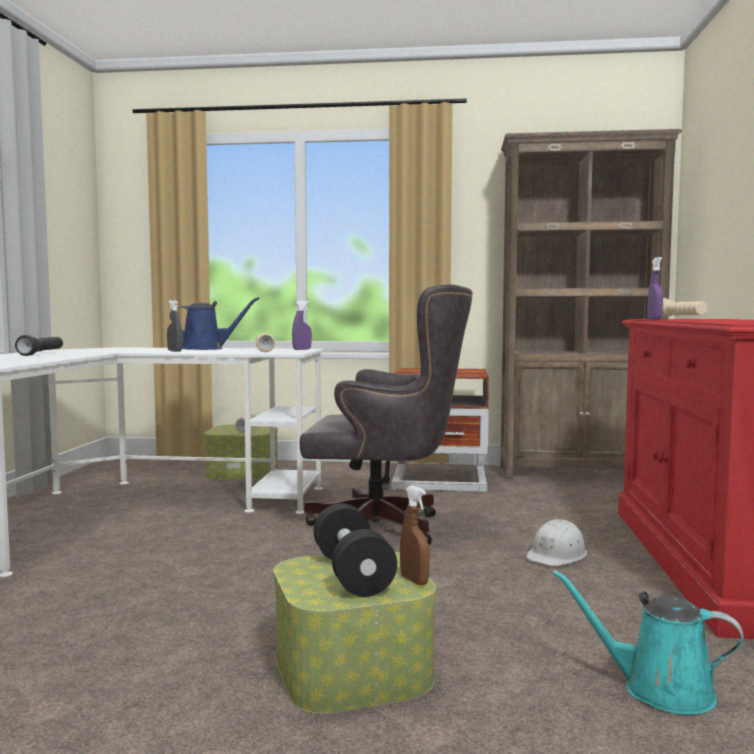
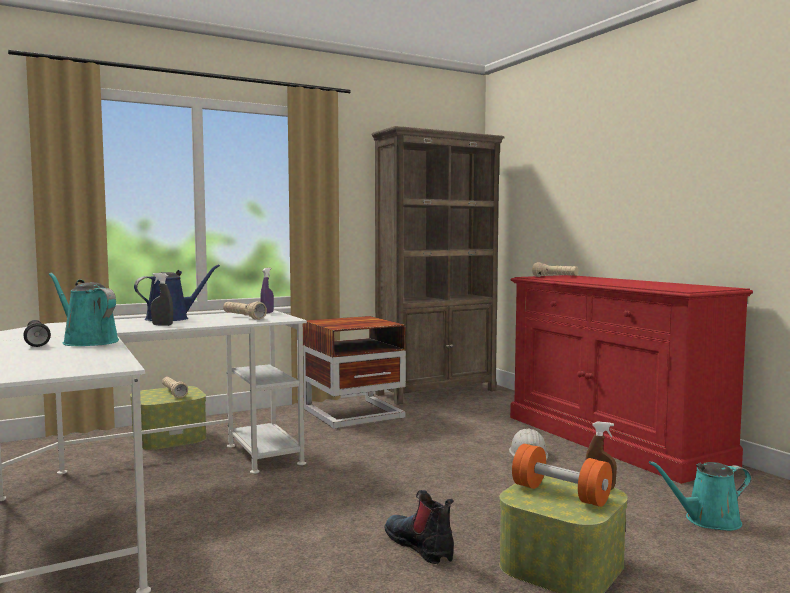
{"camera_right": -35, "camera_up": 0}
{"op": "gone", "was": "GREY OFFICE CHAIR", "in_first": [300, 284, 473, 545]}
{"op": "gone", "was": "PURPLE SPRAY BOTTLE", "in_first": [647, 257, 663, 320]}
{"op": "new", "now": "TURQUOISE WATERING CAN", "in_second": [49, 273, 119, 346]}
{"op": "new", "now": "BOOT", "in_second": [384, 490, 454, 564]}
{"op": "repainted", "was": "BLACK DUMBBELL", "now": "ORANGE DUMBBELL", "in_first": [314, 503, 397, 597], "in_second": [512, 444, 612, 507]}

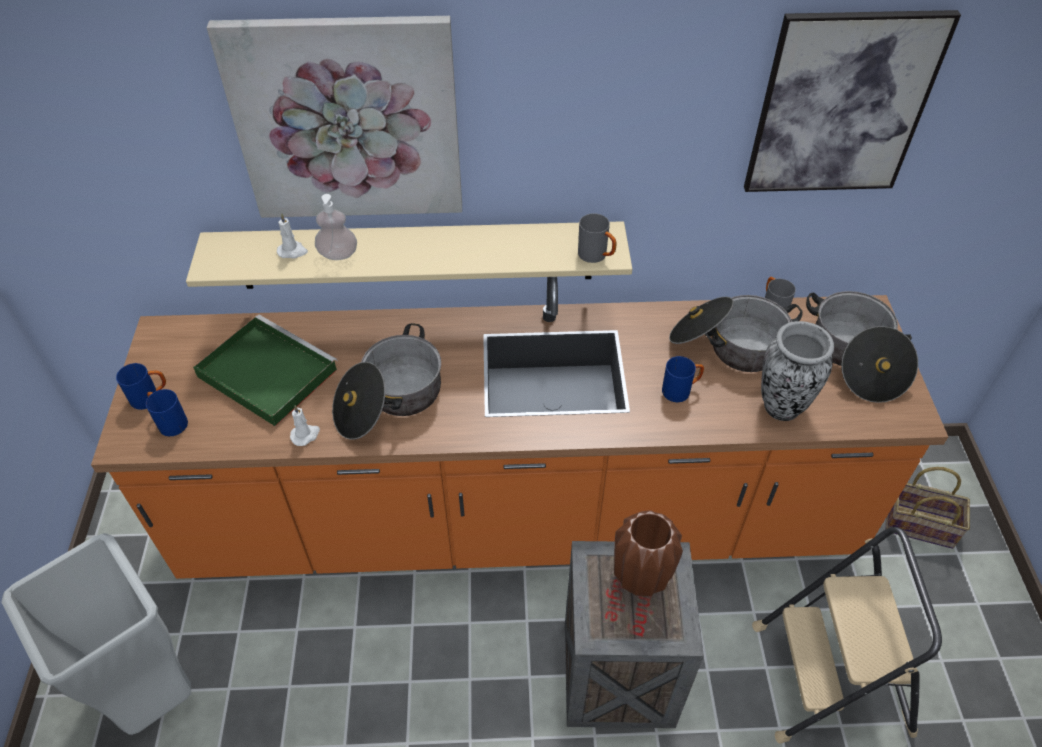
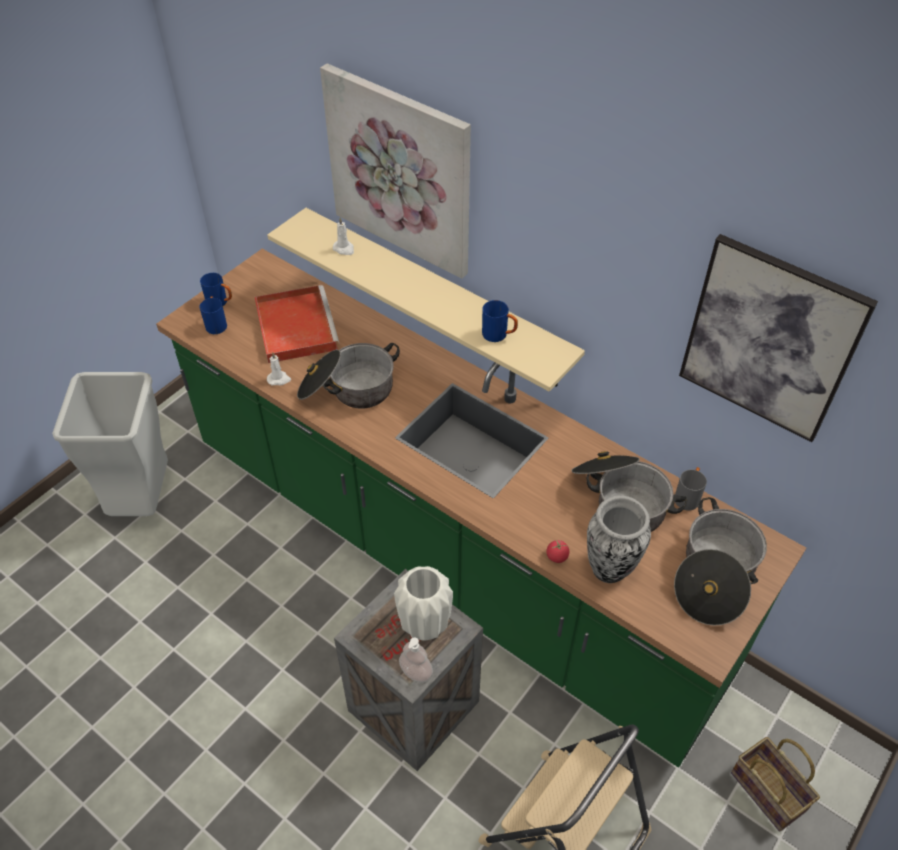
{"camera_right": 40, "camera_up": 0}
{"op": "gone", "was": "GREY MUG", "in_first": [578, 213, 617, 263]}
{"op": "new", "now": "TOMATO", "in_second": [546, 540, 569, 563]}
{"op": "shifted", "was": "SOAP DISPENSER", "in_first": [315, 194, 357, 260], "in_second": [399, 637, 433, 682]}
{"op": "shifted", "was": "BLUE MUG", "in_first": [662, 356, 704, 402], "in_second": [482, 300, 518, 342]}
{"op": "repainted", "was": "ORANGE COUNTER", "now": "GREEN COUNTER", "in_first": [91, 277, 948, 579], "in_second": [156, 249, 806, 768]}
{"op": "repainted", "was": "GREEN TRAY", "now": "RED TRAY", "in_first": [193, 315, 338, 427], "in_second": [255, 285, 339, 363]}
{"op": "repainted", "was": "BROWN VASE", "now": "WHITE VASE", "in_first": [614, 510, 683, 596], "in_second": [394, 566, 453, 641]}

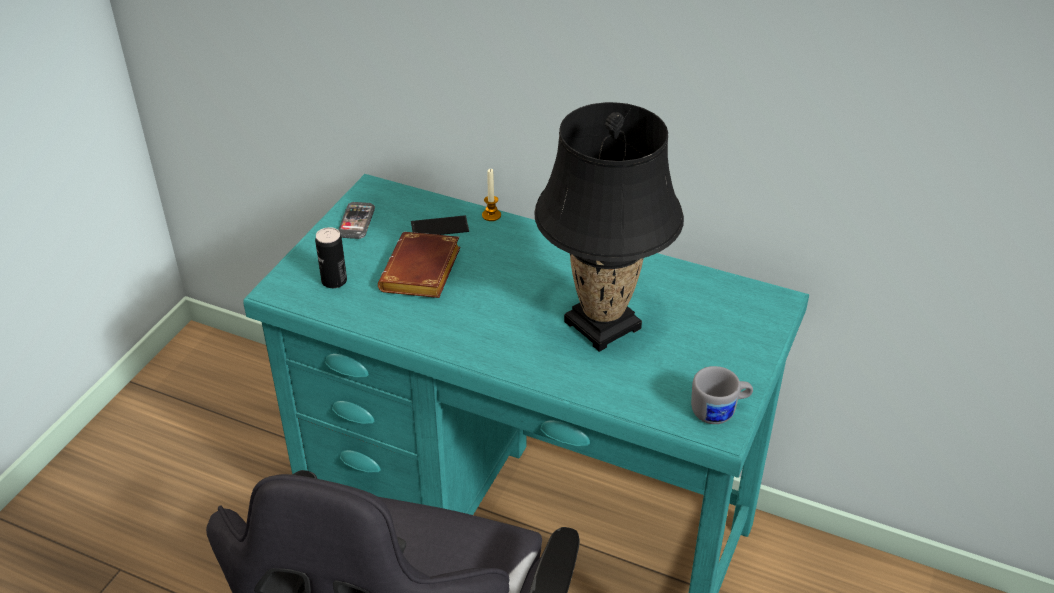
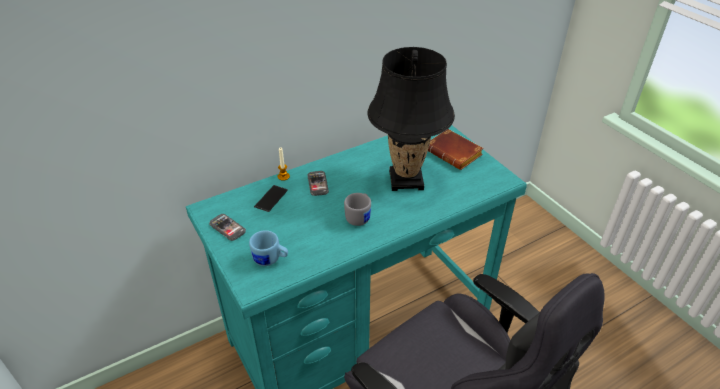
{"camera_right": -55, "camera_up": 0}
{"op": "new", "now": "PHONE", "in_second": [308, 171, 329, 196]}
{"op": "shifted", "was": "BROWN BOOK", "in_first": [378, 232, 461, 298], "in_second": [428, 129, 484, 170]}
{"op": "shifted", "was": "GREY MUG", "in_first": [691, 366, 753, 424], "in_second": [344, 193, 371, 226]}
{"op": "swapped", "was": "CAN", "now": "BLUE MUG", "in_first": [315, 227, 347, 288], "in_second": [249, 230, 288, 266]}

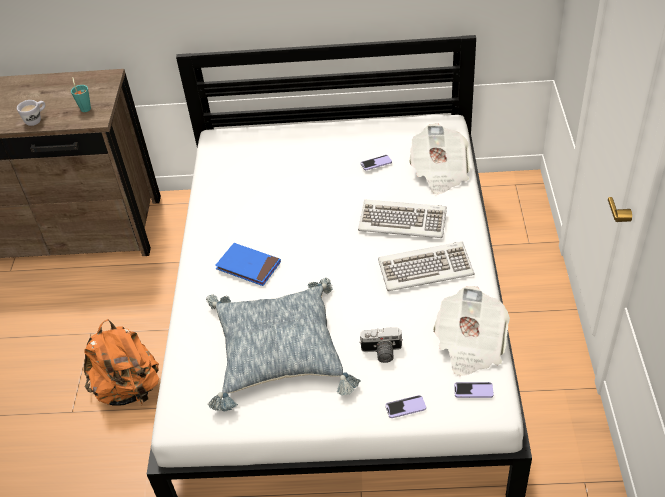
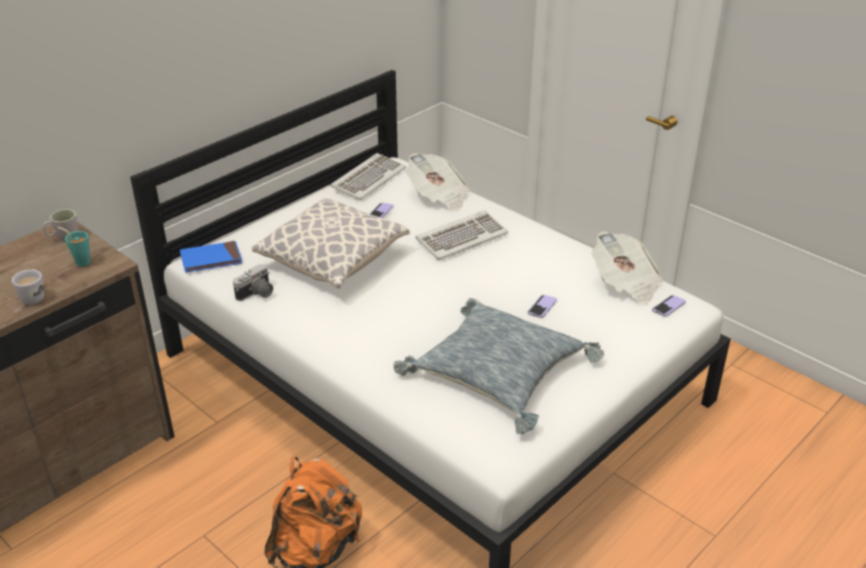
{"camera_right": -50, "camera_up": -10}
{"op": "new", "now": "GREY MUG", "in_second": [42, 209, 78, 242]}
{"op": "new", "now": "PILLOW", "in_second": [252, 198, 410, 289]}
{"op": "shifted", "was": "BLUE BOOK", "in_first": [215, 243, 281, 286], "in_second": [180, 241, 242, 273]}
{"op": "shifted", "was": "PHOTO CAMERA", "in_first": [359, 327, 403, 363], "in_second": [233, 264, 273, 301]}
{"op": "shifted", "was": "KEYBOARD", "in_first": [378, 242, 474, 291], "in_second": [330, 153, 406, 200]}
{"op": "shifted", "was": "PHONE", "in_first": [385, 395, 426, 418], "in_second": [528, 295, 557, 318]}

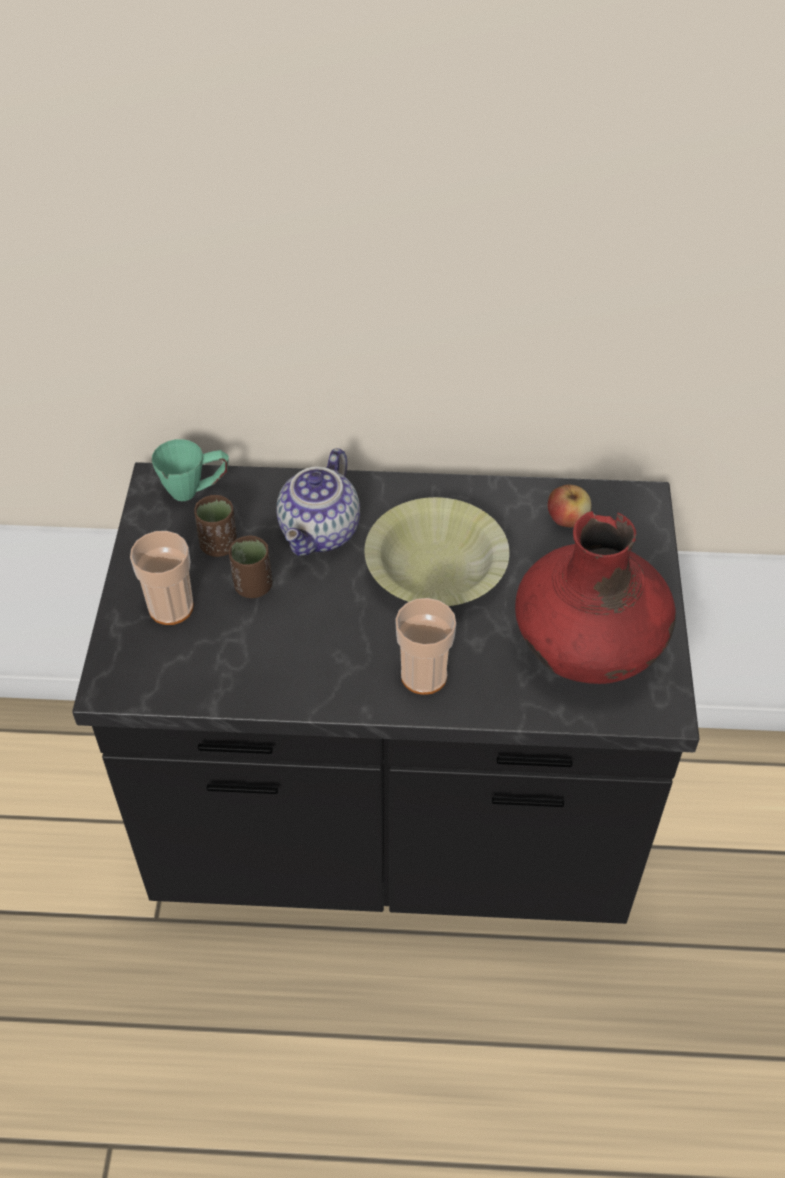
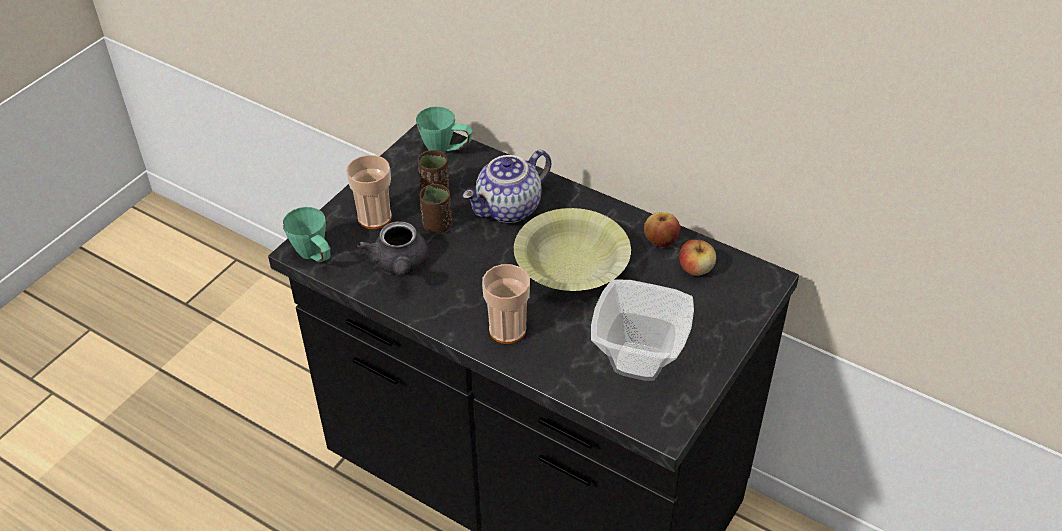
{"camera_right": 30, "camera_up": -5}
{"op": "new", "now": "GREEN MUG", "in_second": [283, 207, 331, 263]}
{"op": "new", "now": "GREY TEAPOT", "in_second": [357, 221, 428, 277]}
{"op": "new", "now": "APPLE", "in_second": [644, 212, 680, 247]}
{"op": "swapped", "was": "RED VASE", "now": "BOWL", "in_first": [515, 511, 676, 684], "in_second": [591, 279, 694, 381]}

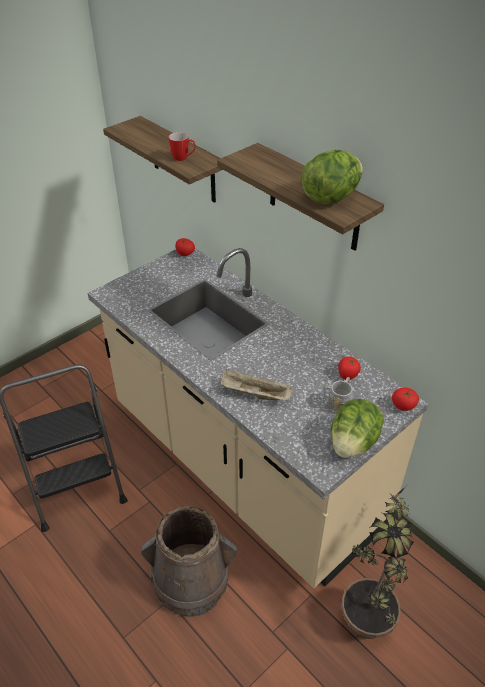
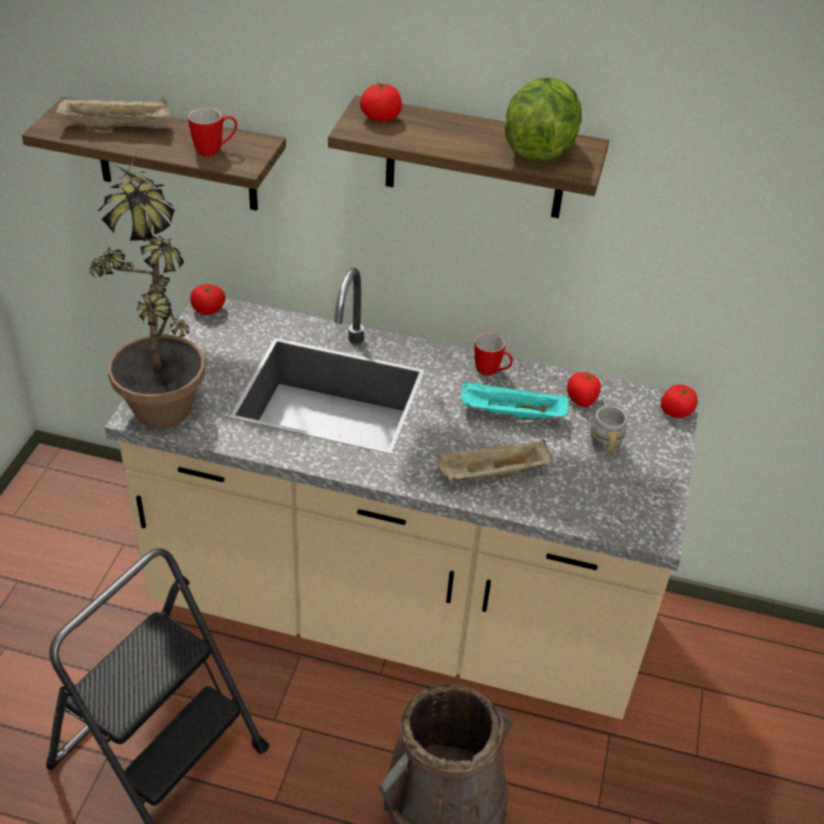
{"camera_right": -35, "camera_up": 0}
{"op": "gone", "was": "LETTUCE", "in_first": [331, 399, 384, 458]}
{"op": "new", "now": "BEIGE TRAY", "in_second": [54, 97, 169, 131]}
{"op": "new", "now": "TOMATO", "in_second": [360, 82, 402, 122]}
{"op": "new", "now": "TURQUOISE TRAY", "in_second": [461, 382, 569, 420]}
{"op": "new", "now": "MUG", "in_second": [474, 332, 513, 376]}
{"op": "shifted", "was": "POTTED PLANT", "in_first": [342, 485, 414, 639], "in_second": [89, 148, 205, 429]}

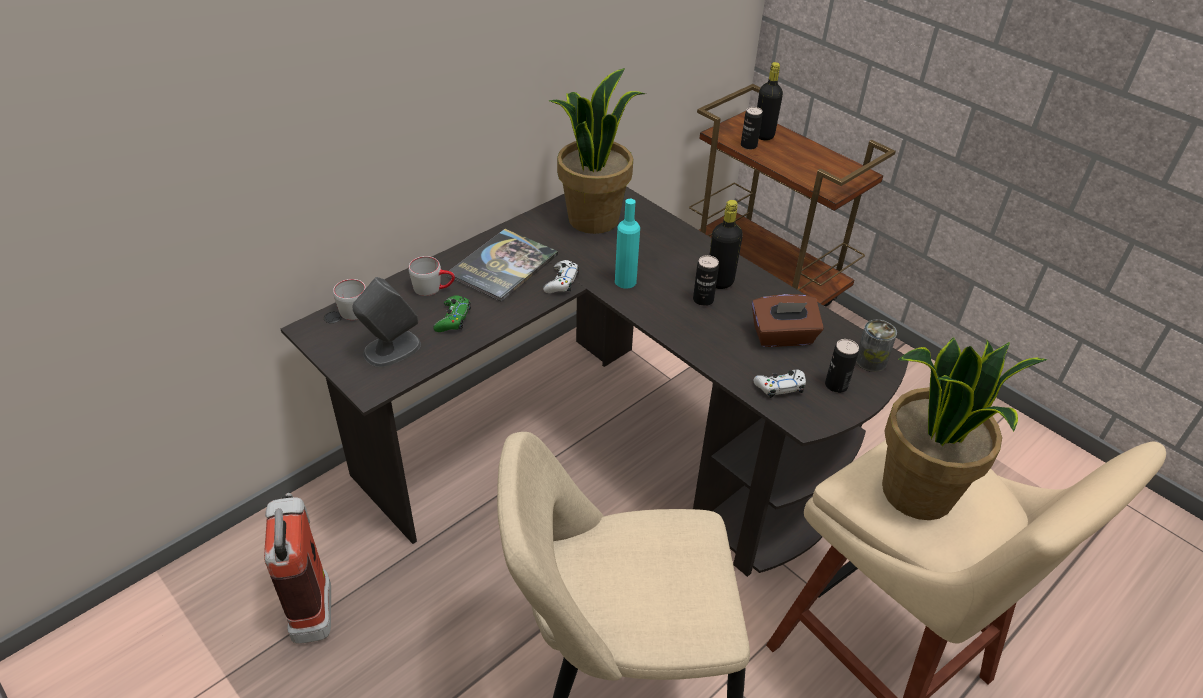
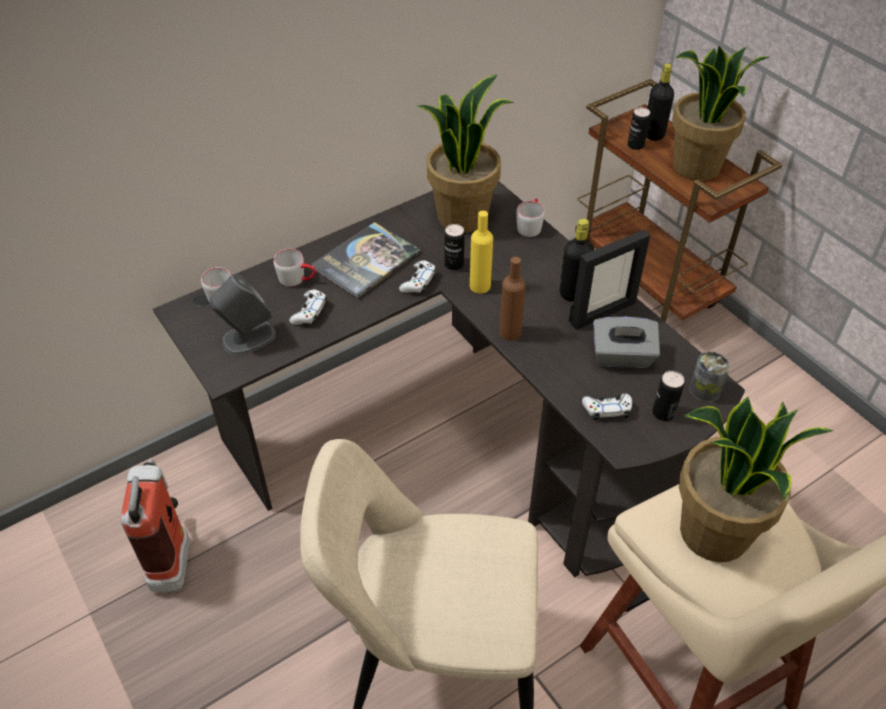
{"camera_right": 10, "camera_up": 5}
{"op": "new", "now": "BROWN BOTTLE", "in_second": [499, 257, 526, 341]}
{"op": "new", "now": "GREY MUG", "in_second": [516, 198, 545, 237]}
{"op": "new", "now": "PICTURE FRAME", "in_second": [569, 230, 650, 330]}
{"op": "new", "now": "POTTED PLANT", "in_second": [672, 46, 769, 181]}
{"op": "shifted", "was": "CAN", "in_first": [693, 255, 719, 306], "in_second": [444, 224, 465, 270]}
{"op": "repainted", "was": "GREEN GAME CONTROLLER", "now": "WHITE GAME CONTROLLER", "in_first": [433, 295, 471, 332], "in_second": [290, 290, 328, 325]}
{"op": "repainted", "was": "TURQUOISE BOTTLE", "now": "YELLOW BOTTLE", "in_first": [615, 199, 640, 289], "in_second": [470, 211, 493, 294]}
{"op": "repainted", "was": "BROWN TISSUE BOX", "now": "GREY TISSUE BOX", "in_first": [752, 294, 824, 347], "in_second": [593, 317, 660, 368]}

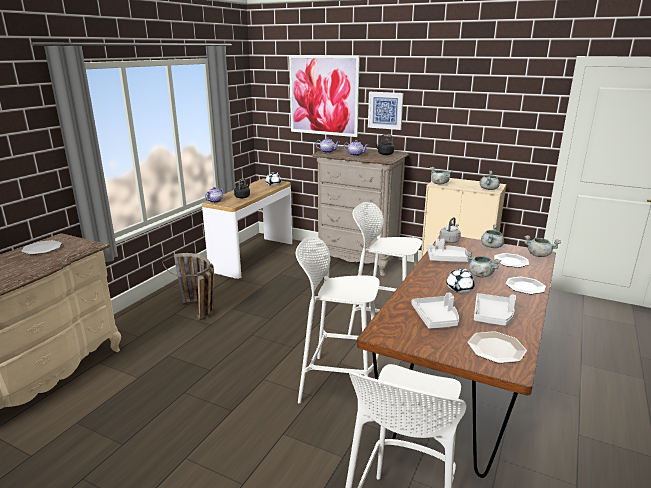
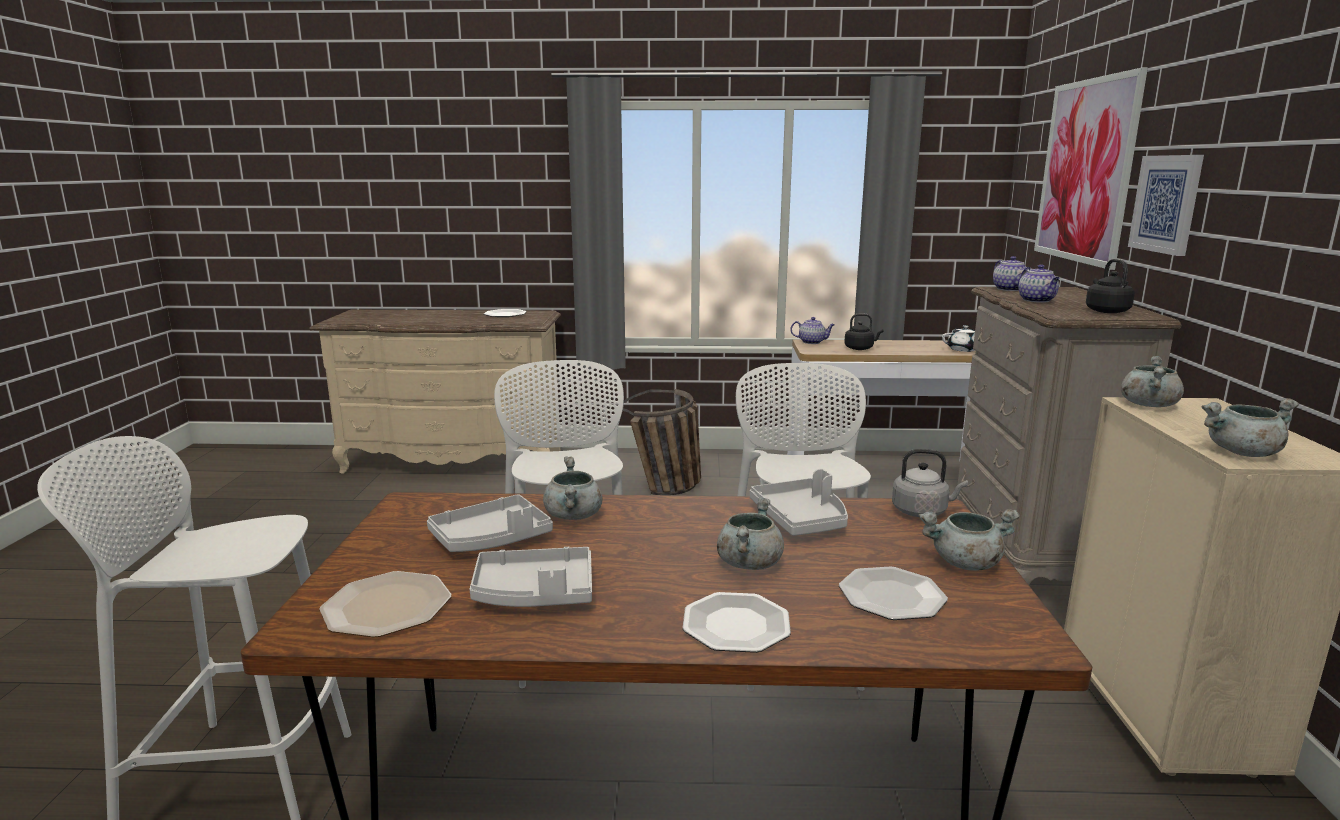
{"camera_right": 65, "camera_up": -5}
{"op": "gone", "was": "WHITE TEAPOT", "in_first": [446, 269, 475, 293]}
{"op": "shifted", "was": "GREY COOKING POT", "in_first": [524, 235, 561, 257], "in_second": [543, 457, 603, 520]}

